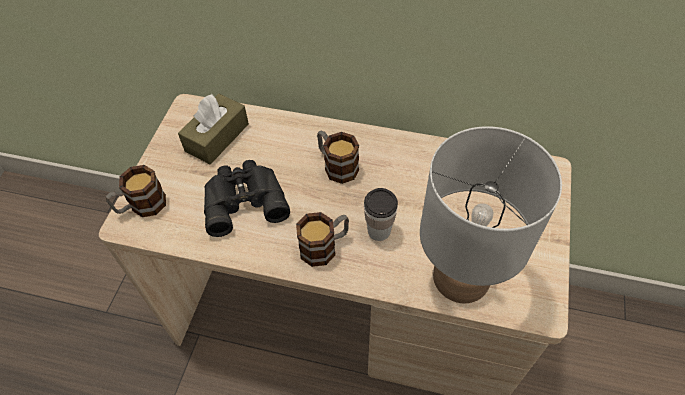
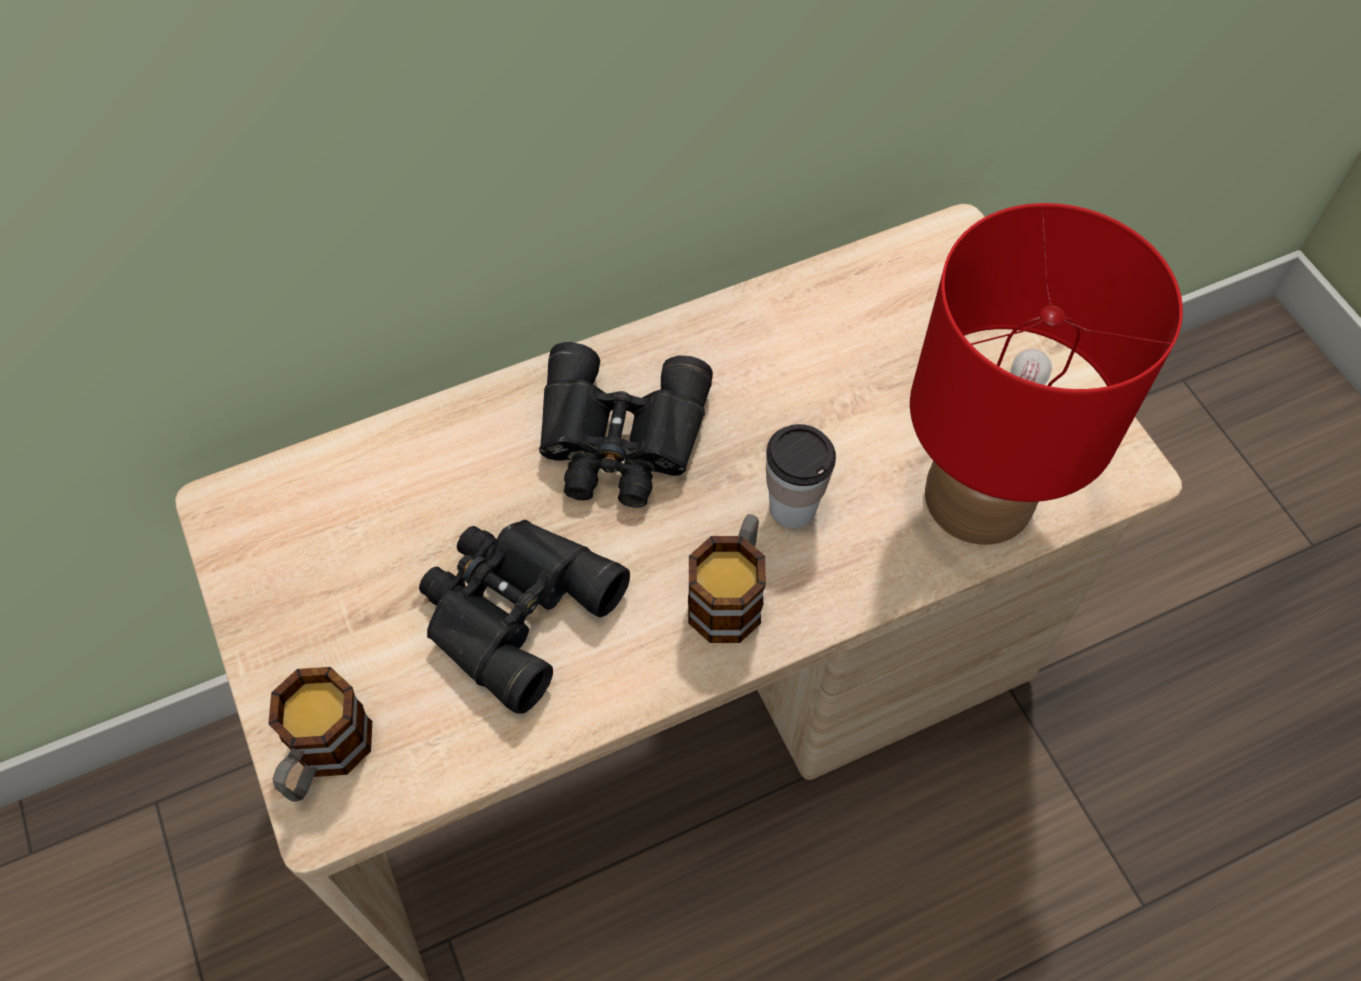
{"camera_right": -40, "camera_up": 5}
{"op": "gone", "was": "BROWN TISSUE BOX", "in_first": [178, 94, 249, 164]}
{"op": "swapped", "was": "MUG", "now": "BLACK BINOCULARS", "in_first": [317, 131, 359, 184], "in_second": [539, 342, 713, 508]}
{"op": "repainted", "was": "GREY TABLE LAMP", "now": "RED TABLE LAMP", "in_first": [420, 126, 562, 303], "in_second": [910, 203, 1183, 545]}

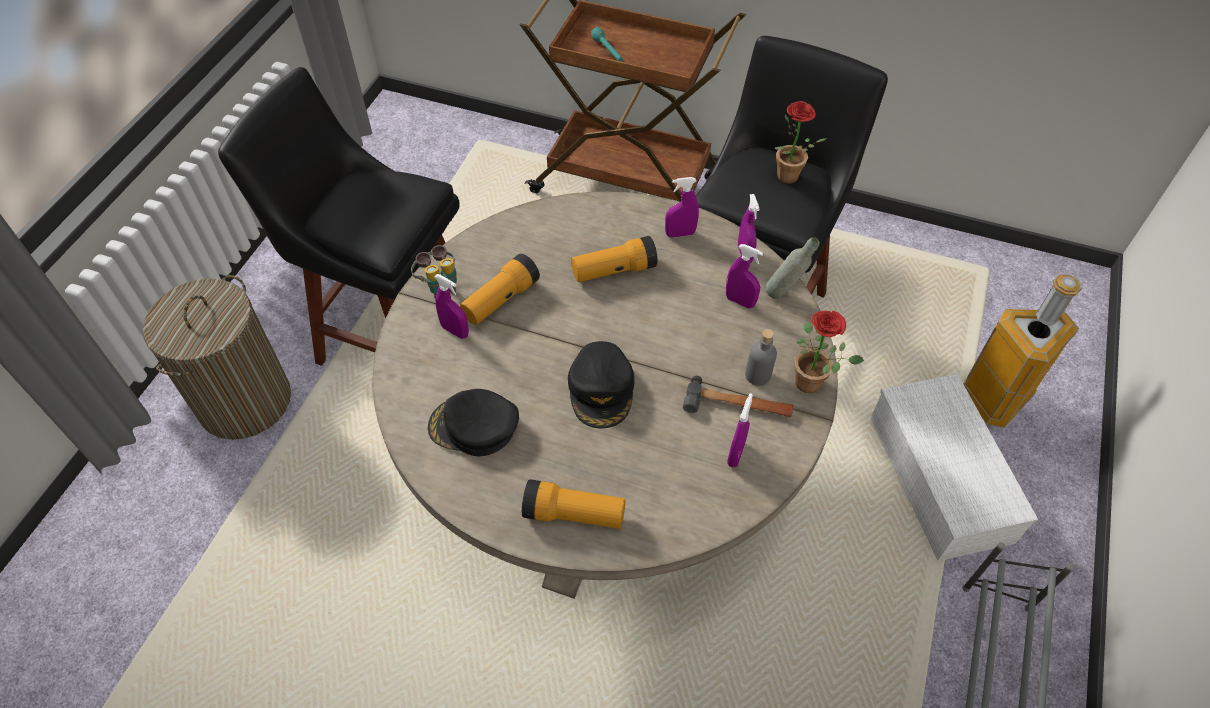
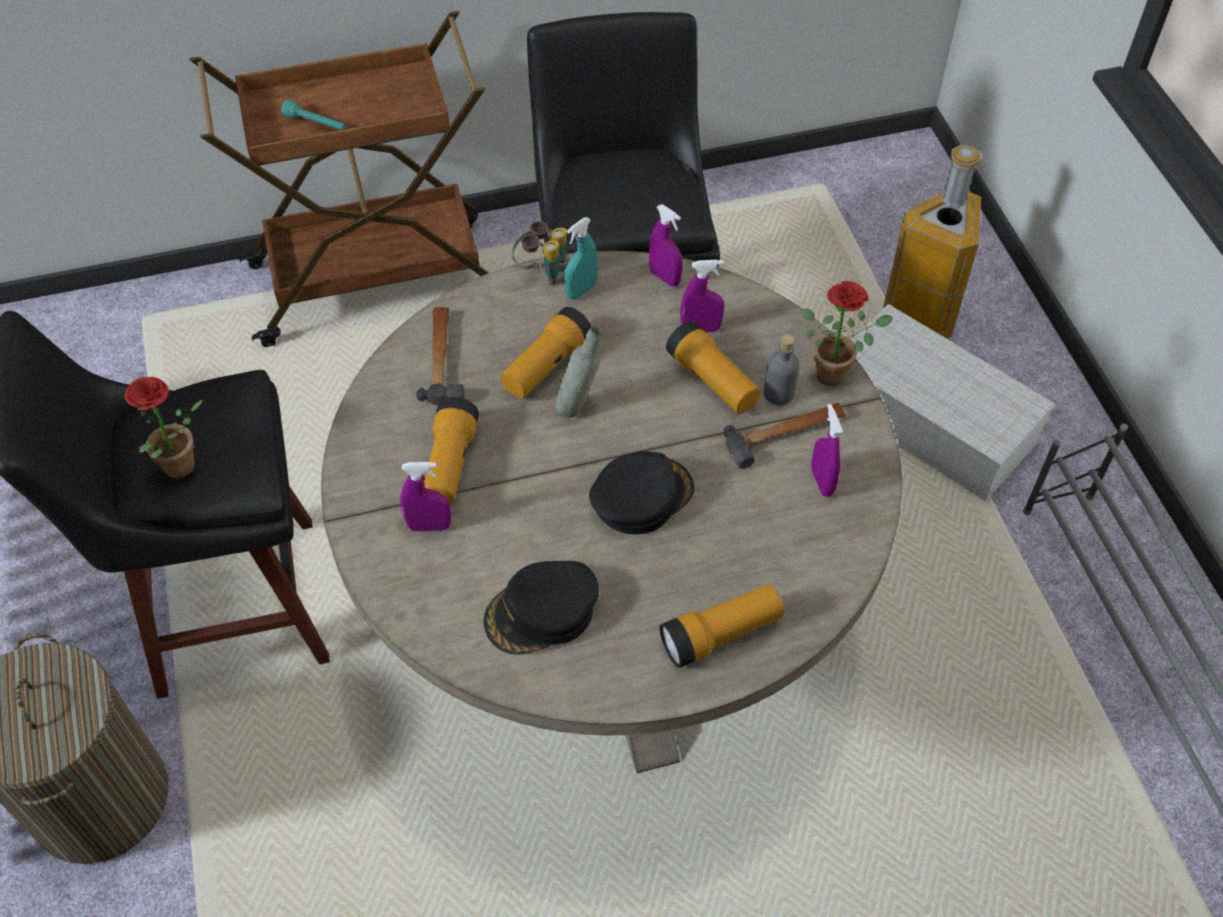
{"camera_right": -35, "camera_up": 0}
{"op": "new", "now": "HAMMER", "in_second": [416, 307, 464, 405]}
{"op": "new", "now": "FLASHLIGHT", "in_second": [666, 321, 760, 414]}
{"op": "shifted", "was": "BINOCULARS", "in_first": [411, 245, 457, 299], "in_second": [512, 221, 570, 286]}
{"op": "shifted", "was": "GREY BOTTLE", "in_first": [765, 237, 820, 299], "in_second": [554, 327, 602, 417]}
{"op": "shifted", "was": "POTTED PLANT", "in_first": [774, 101, 827, 183], "in_second": [125, 377, 202, 479]}
{"op": "repainted", "was": "PURPLE SPRAY BOTTLE", "now": "TURQUOISE SPRAY BOTTLE", "in_first": [665, 177, 699, 238], "in_second": [565, 217, 598, 300]}
{"op": "rotated", "was": "BLACK CAP", "in_first": [568, 341, 635, 429], "in_second": [589, 451, 695, 534], "clockwise": -90}

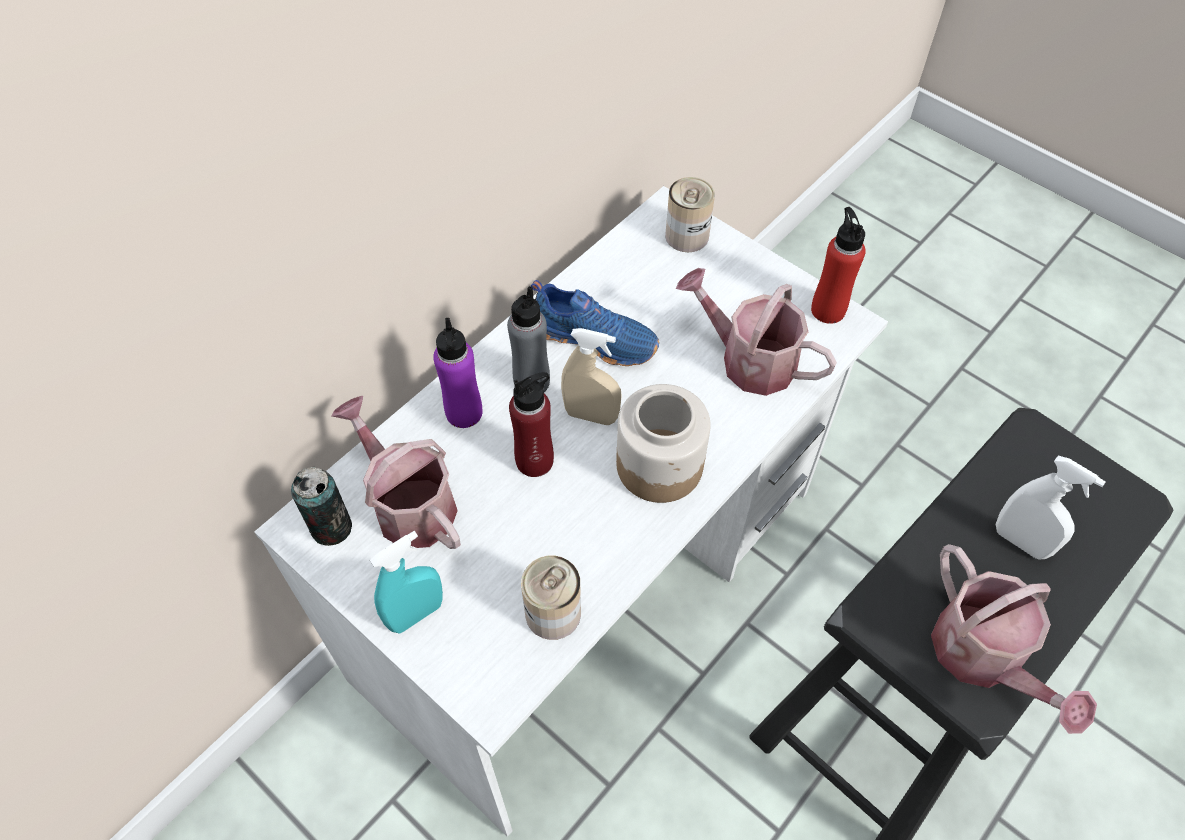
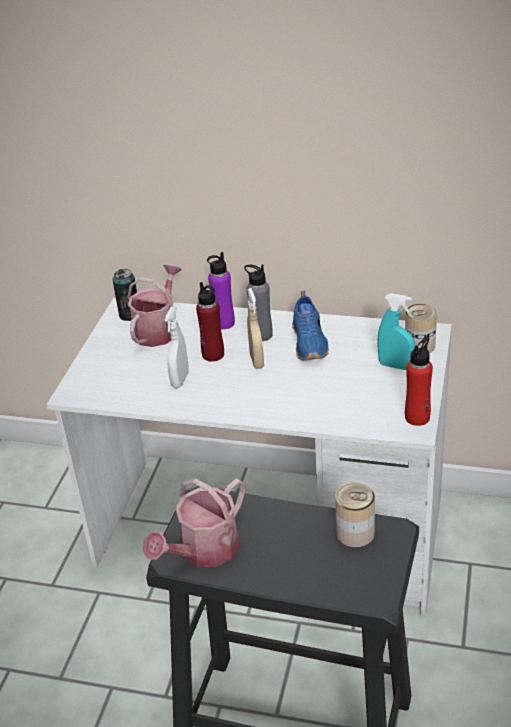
{"camera_right": 65, "camera_up": -20}
{"op": "gone", "was": "JAR", "in_first": [616, 384, 711, 503]}
{"op": "gone", "was": "WATERING CAN", "in_first": [676, 268, 837, 396]}
{"op": "shifted", "was": "TURQUOISE SPRAY BOTTLE", "in_first": [370, 531, 443, 634], "in_second": [377, 293, 415, 370]}
{"op": "shifted", "was": "CAN", "in_first": [521, 555, 581, 640], "in_second": [335, 483, 375, 547]}
{"op": "shifted", "was": "WHITE SPRAY BOTTLE", "in_first": [996, 456, 1106, 560], "in_second": [164, 307, 189, 388]}

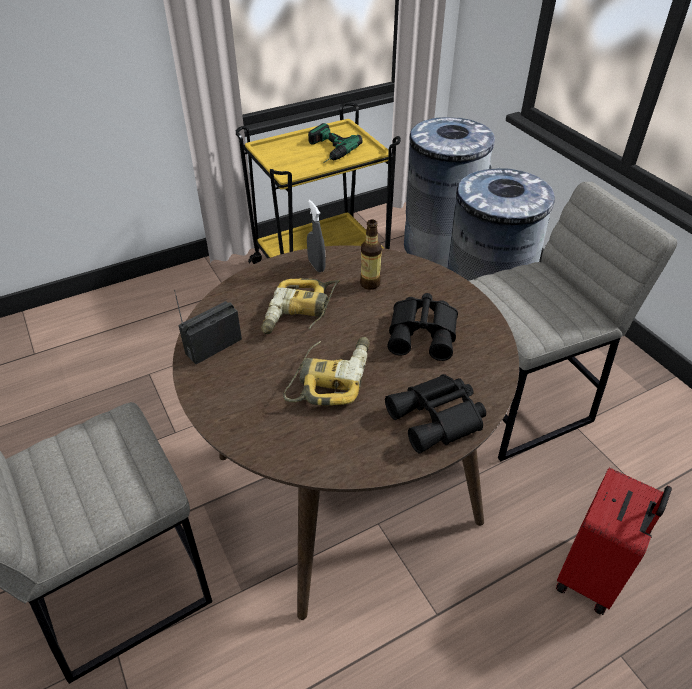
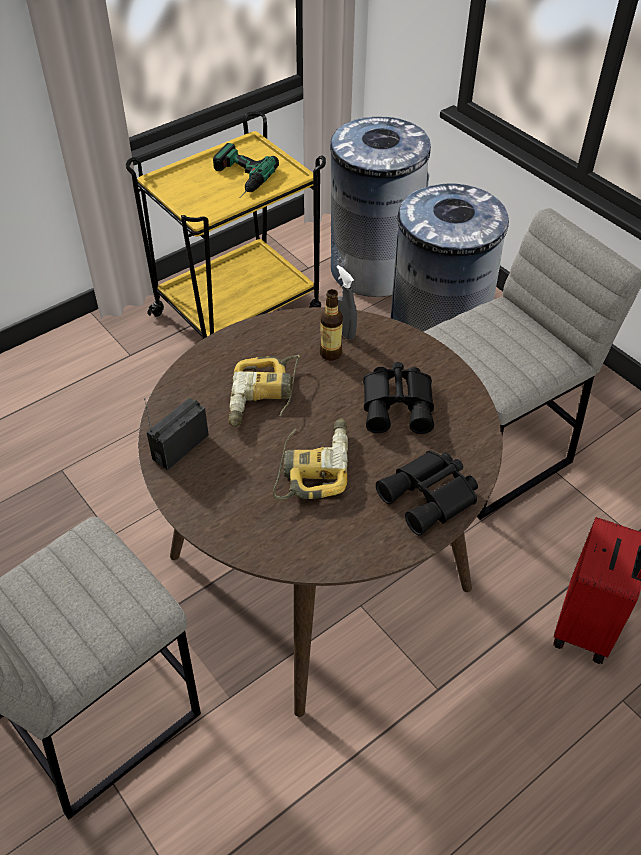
{"camera_right": -10, "camera_up": 5}
{"op": "shifted", "was": "GREY SPRAY BOTTLE", "in_first": [307, 200, 325, 272], "in_second": [337, 265, 357, 340]}

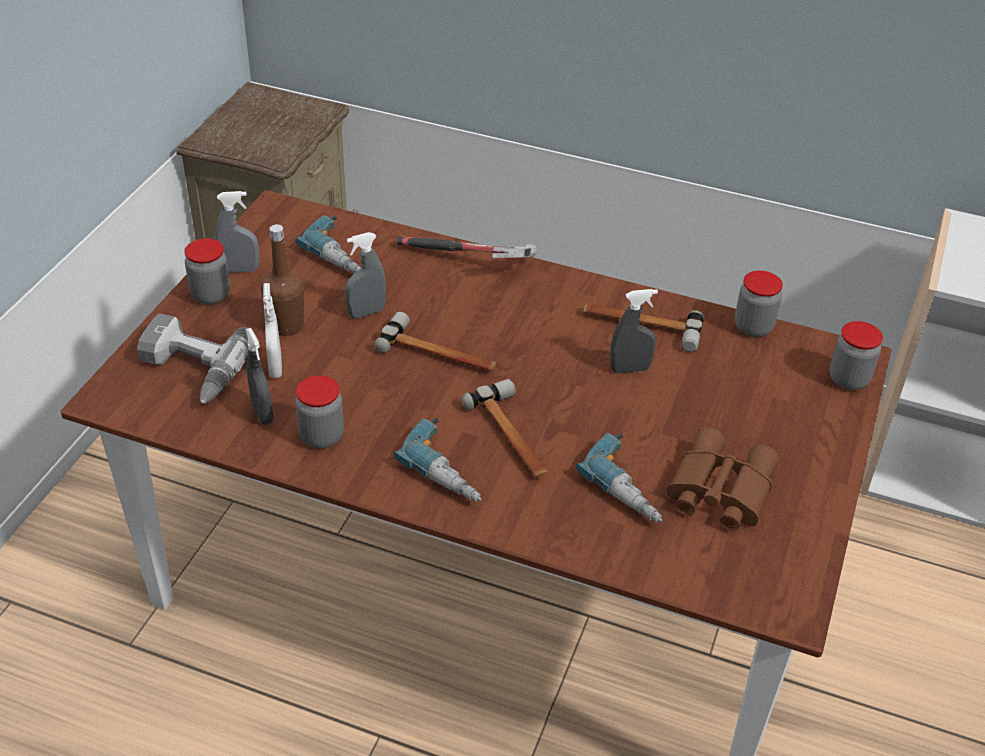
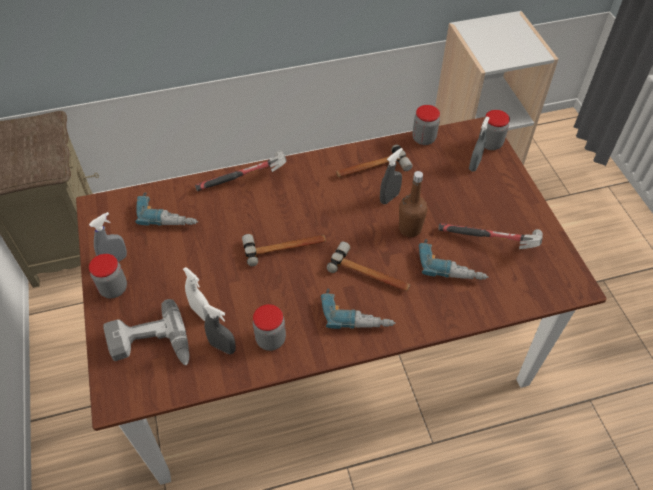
{"camera_right": -35, "camera_up": 10}
{"op": "shifted", "was": "BROWN BOTTLE", "in_first": [261, 224, 304, 336], "in_second": [399, 171, 428, 237]}
{"op": "shifted", "was": "GREY SPRAY BOTTLE", "in_first": [345, 232, 386, 318], "in_second": [469, 116, 490, 172]}
{"op": "swapped", "was": "BROWN BINOCULARS", "now": "HAMMER", "in_first": [666, 427, 780, 531], "in_second": [438, 223, 543, 249]}

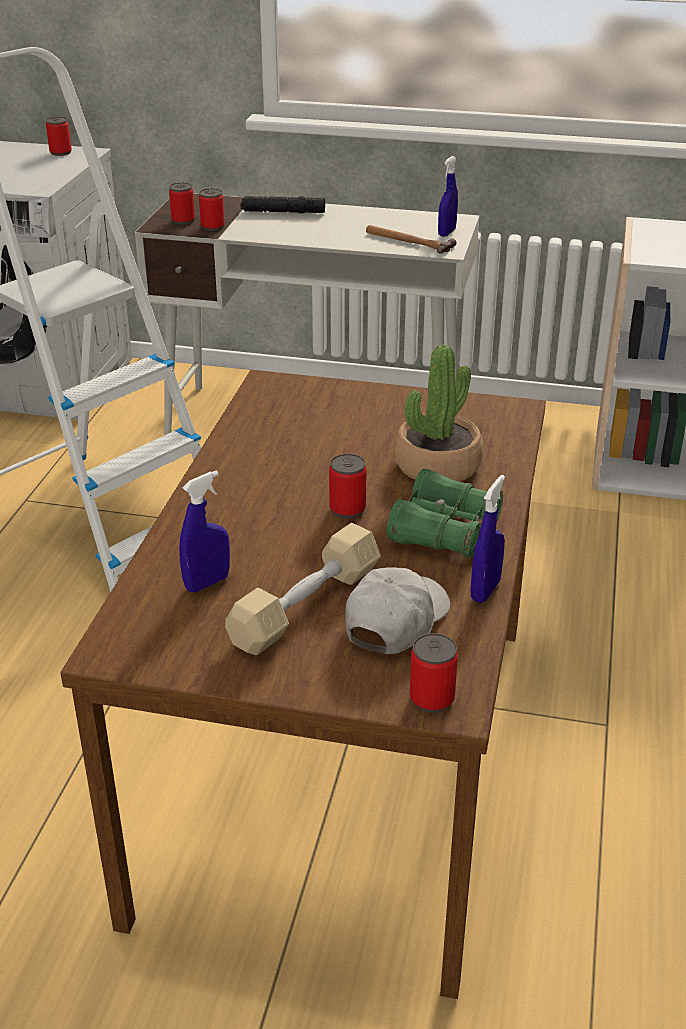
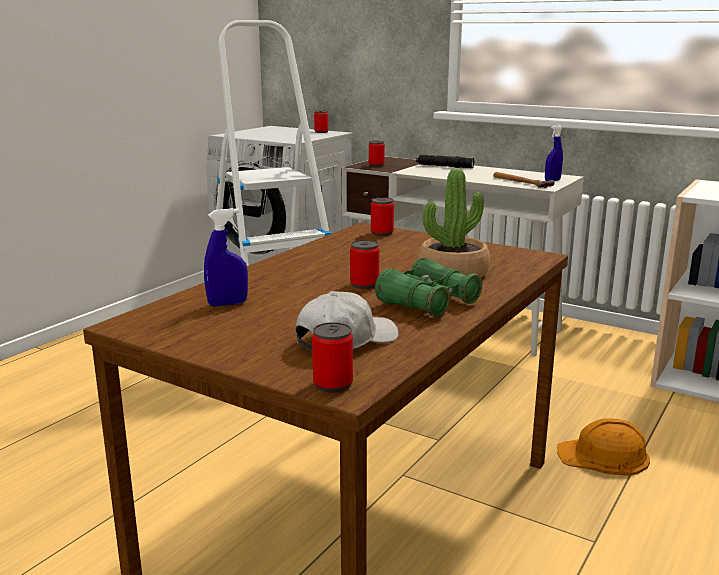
{"camera_right": 20, "camera_up": -15}
{"op": "gone", "was": "BEIGE DUMBBELL", "in_first": [225, 523, 381, 655]}
{"op": "gone", "was": "BLUE SPRAY BOTTLE", "in_first": [470, 475, 505, 603]}
{"op": "new", "now": "ORANGE HARD HAT", "in_second": [557, 418, 650, 476]}
{"op": "shifted", "was": "CAN", "in_first": [199, 188, 225, 231], "in_second": [371, 197, 394, 236]}

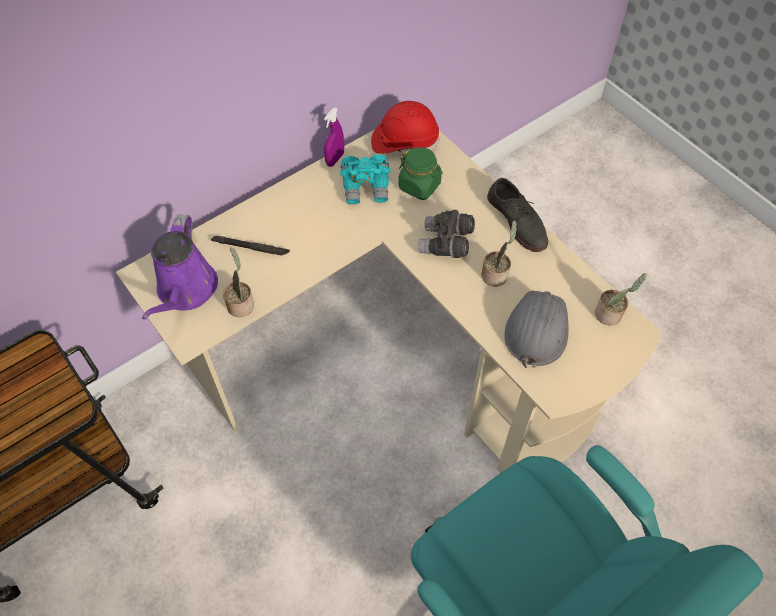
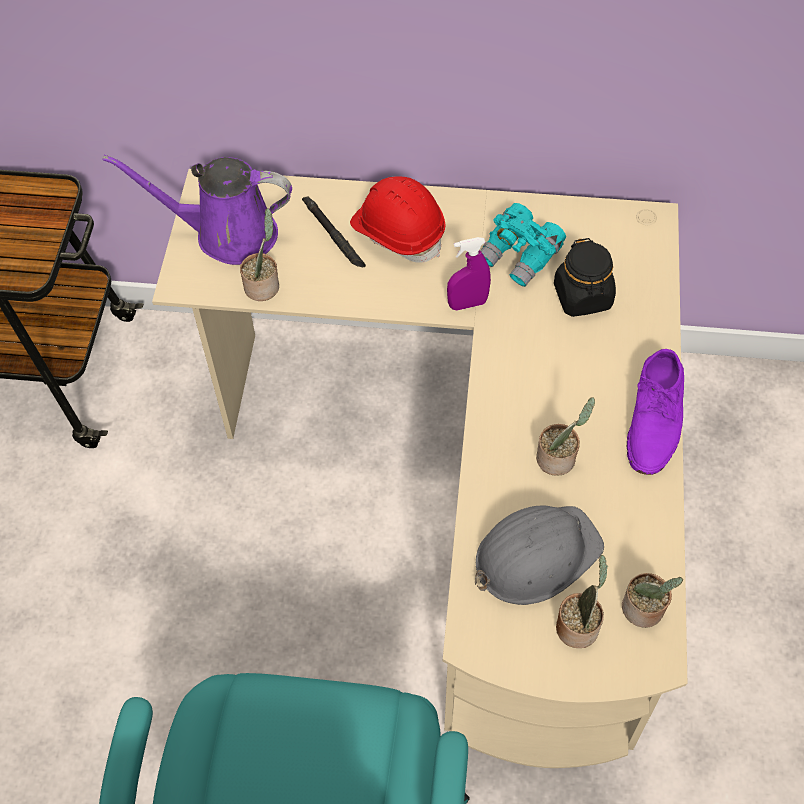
{"camera_right": 45, "camera_up": 0}
{"op": "gone", "was": "GREY BINOCULARS", "in_first": [418, 210, 475, 258]}
{"op": "new", "now": "POTTED PLANT", "in_second": [556, 555, 608, 648]}
{"op": "shifted", "was": "PURPLE SPRAY BOTTLE", "in_first": [324, 107, 344, 167], "in_second": [447, 237, 491, 310]}
{"op": "shifted", "was": "RED HARD HAT", "in_first": [371, 101, 439, 154], "in_second": [350, 176, 445, 263]}
{"op": "repainted", "was": "GREEN JAR", "now": "BLACK JAR", "in_first": [399, 147, 443, 200], "in_second": [554, 238, 616, 317]}
{"op": "repainted", "was": "GREY SHOE", "now": "PURPLE SHOE", "in_first": [487, 178, 548, 252], "in_second": [627, 349, 684, 475]}
{"op": "rotated", "was": "PURPLE WATERING CAN", "in_first": [142, 214, 218, 320], "in_second": [102, 155, 292, 265], "clockwise": 45}

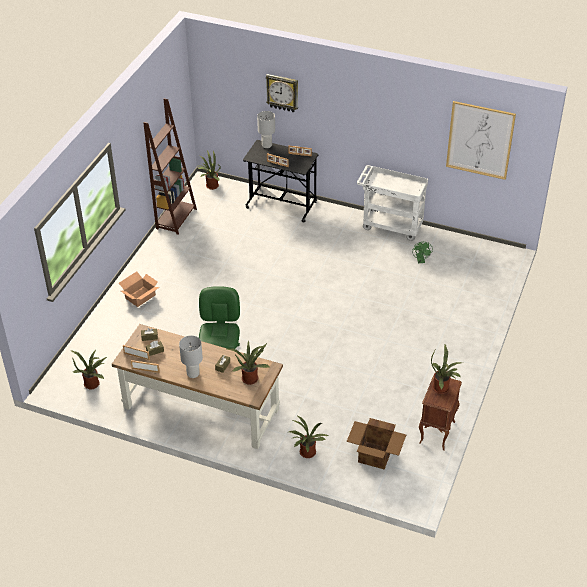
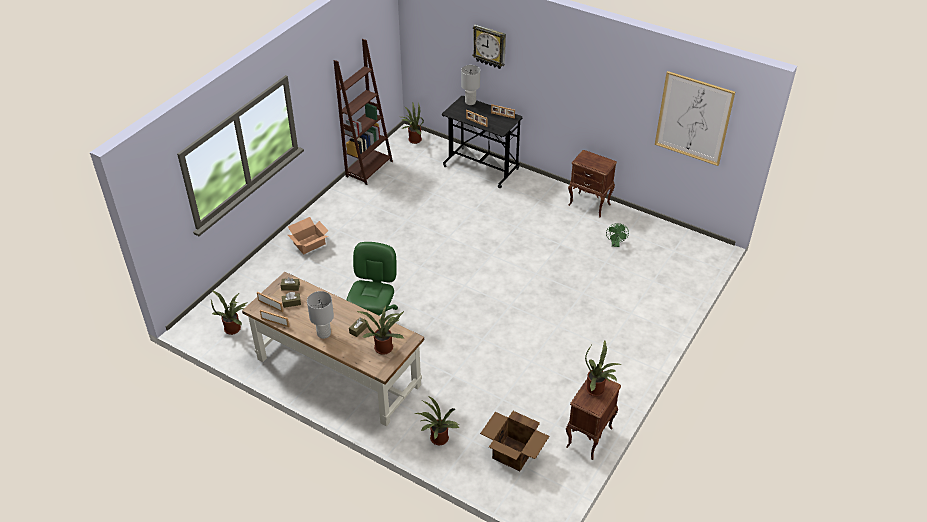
{"camera_right": 10, "camera_up": 0}
{"op": "swapped", "was": "WHITE CART", "now": "BROWN NIGHTSTAND", "in_first": [357, 165, 428, 241], "in_second": [568, 150, 617, 218]}

